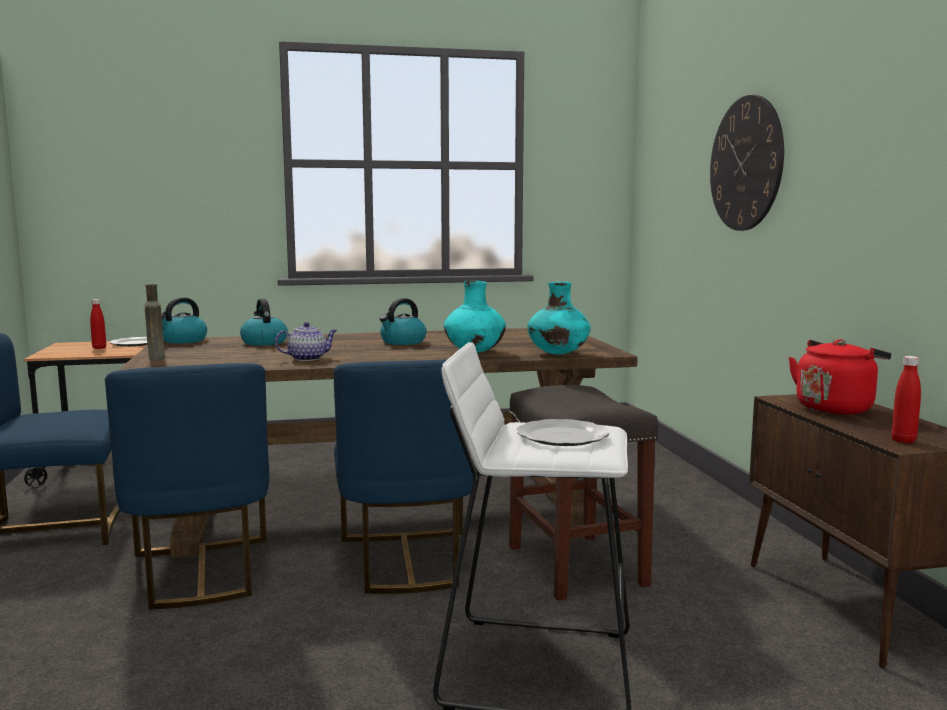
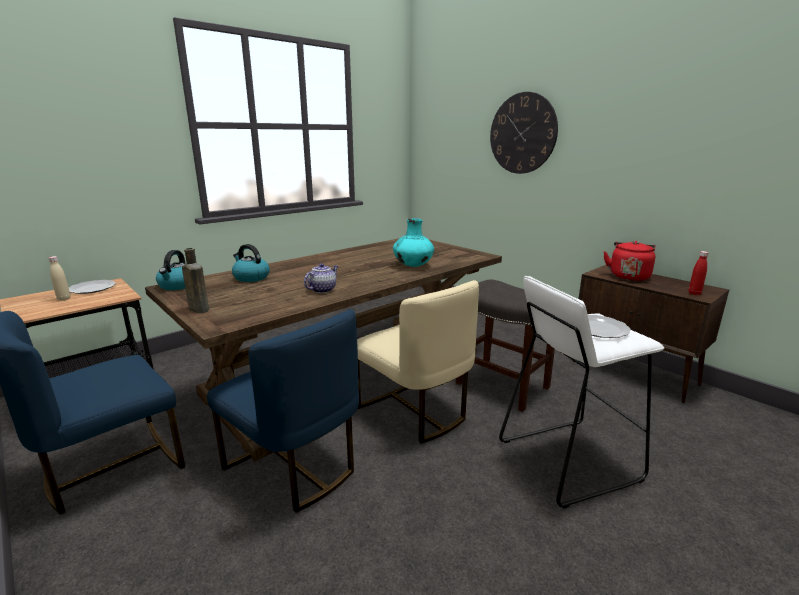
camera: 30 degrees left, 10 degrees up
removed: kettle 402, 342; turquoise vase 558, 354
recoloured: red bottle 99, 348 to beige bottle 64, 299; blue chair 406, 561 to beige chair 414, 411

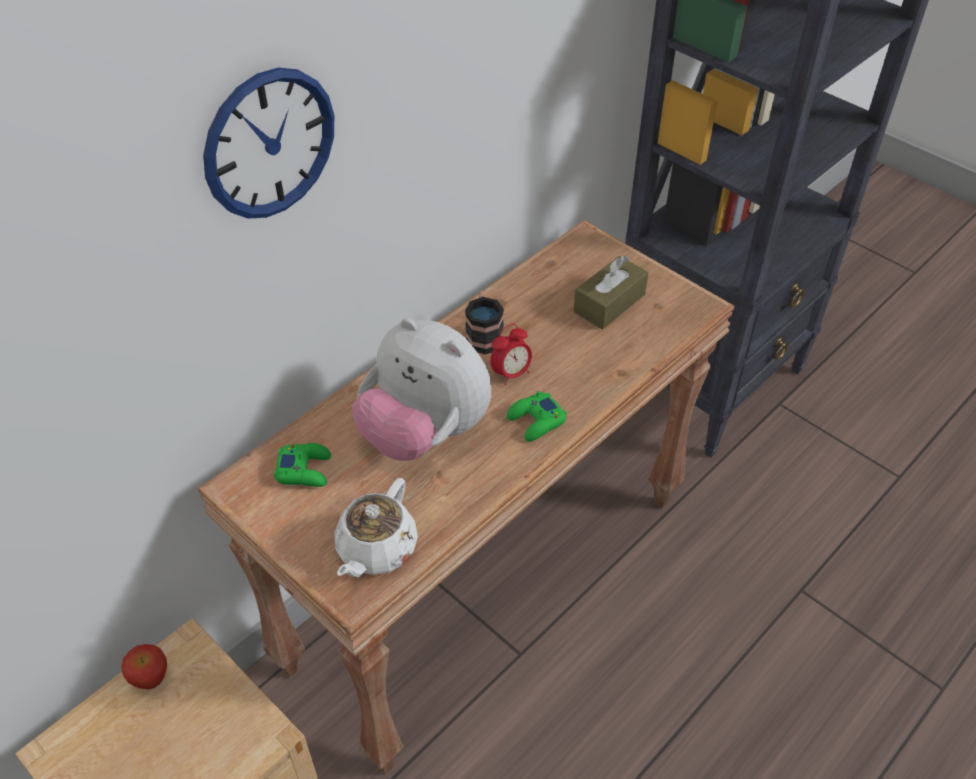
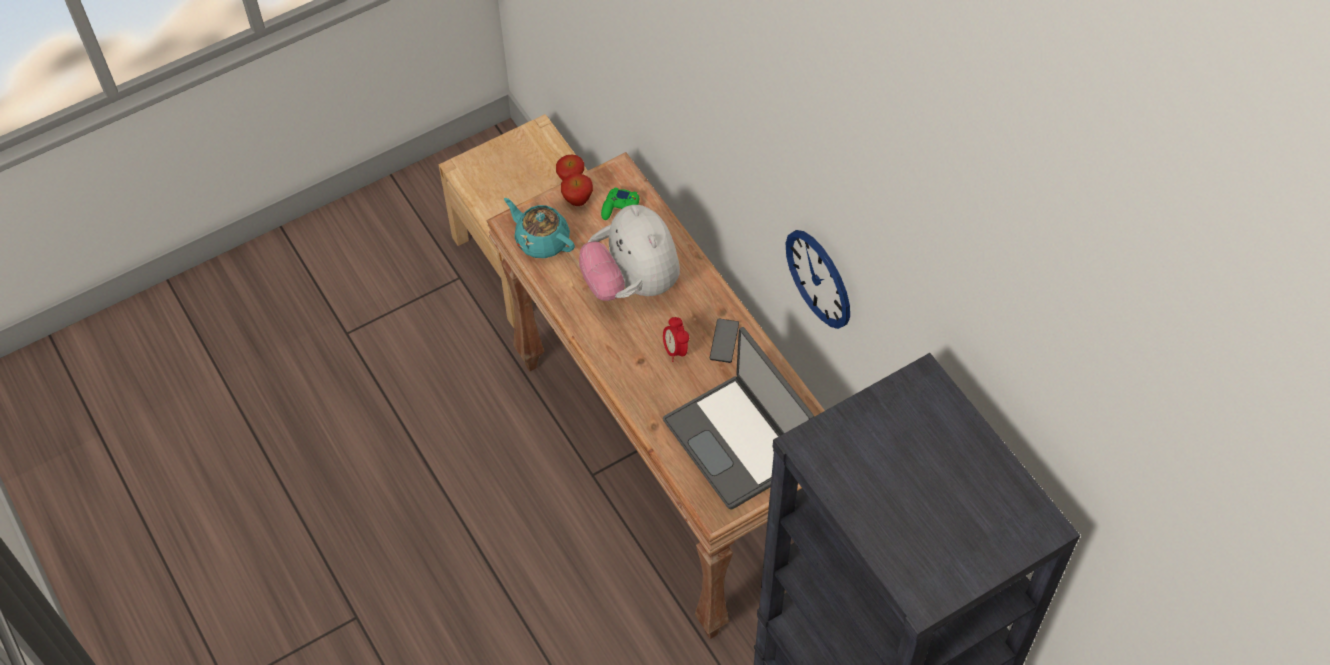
camera: 105 degrees right, 10 degrees up
removed: green game controller 536, 421
added: apple 578, 201
moved: wall clock 270, 144 to 819, 278
replaced: brown tissue box 609, 303 to laptop 737, 441; mug 483, 334 to phone 724, 341
recoloured: white teapot 376, 549 to turquoise teapot 541, 240
turned: plush toy 424, 433 = 632, 283 75 degrees counterclockwise

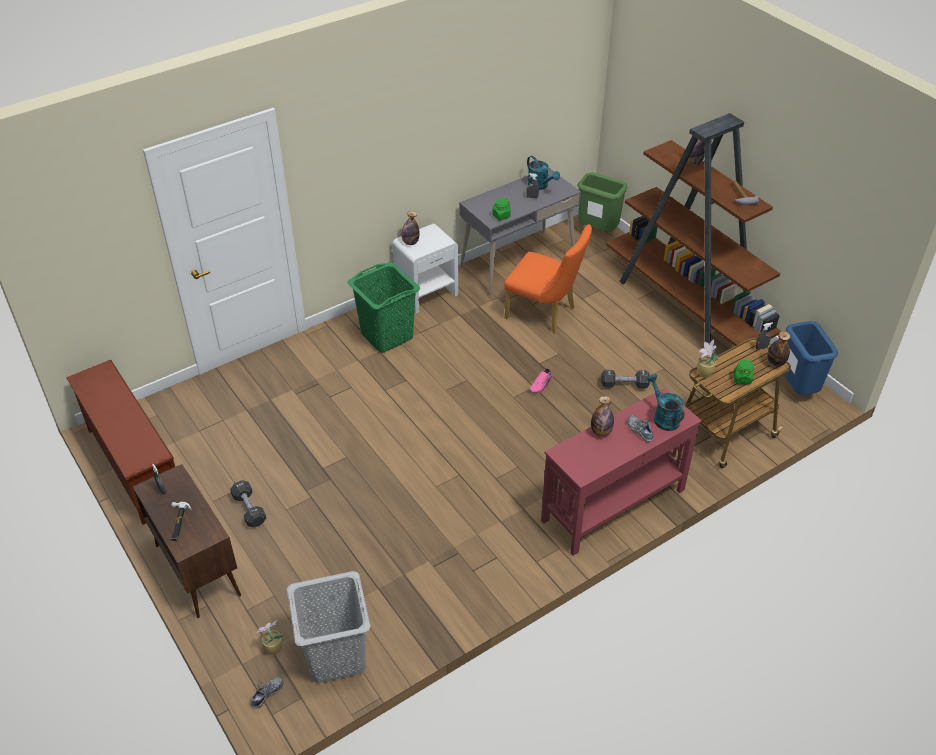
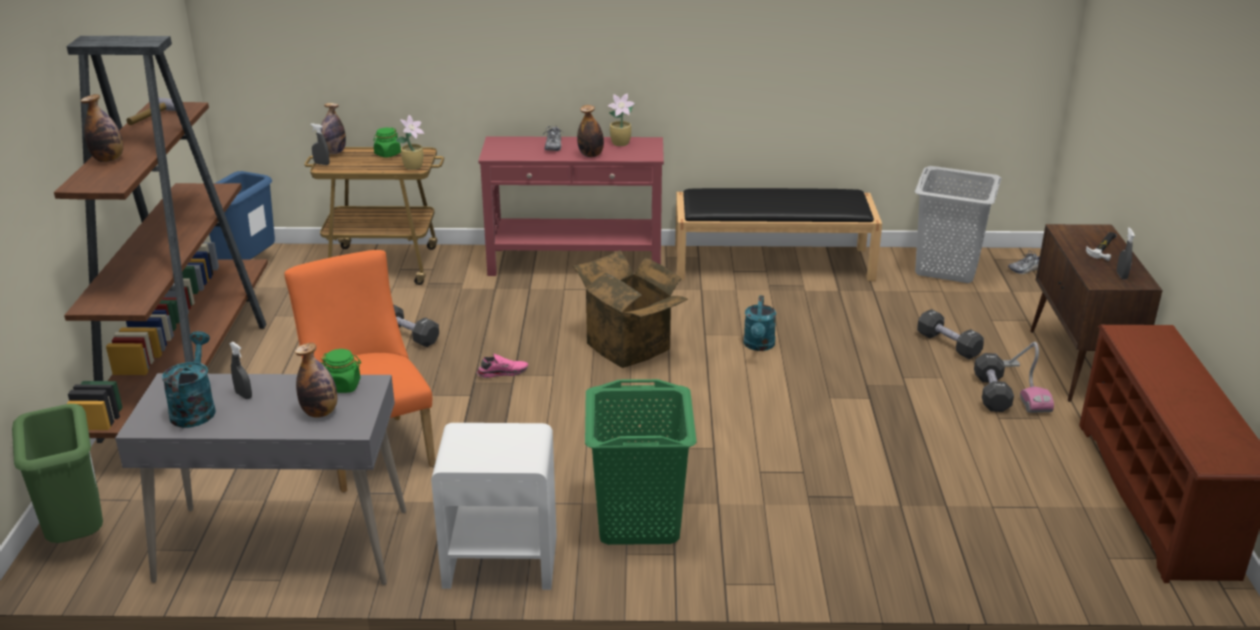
camera: 145 degrees left, 15 degrees down
added: cardboard box 632, 346; black bench 774, 263; black dumbbell 948, 345; vacuum cleaner 1023, 387
moved: bottle 410, 242 to 320, 412; potted plant 272, 648 to 621, 143; turquoise watering can 663, 417 to 759, 346

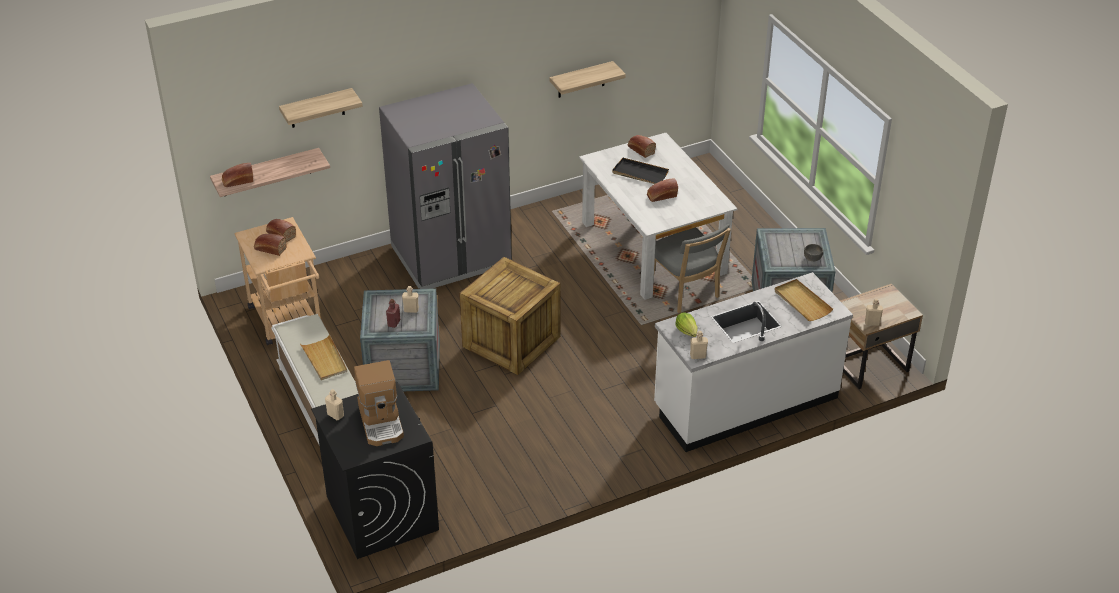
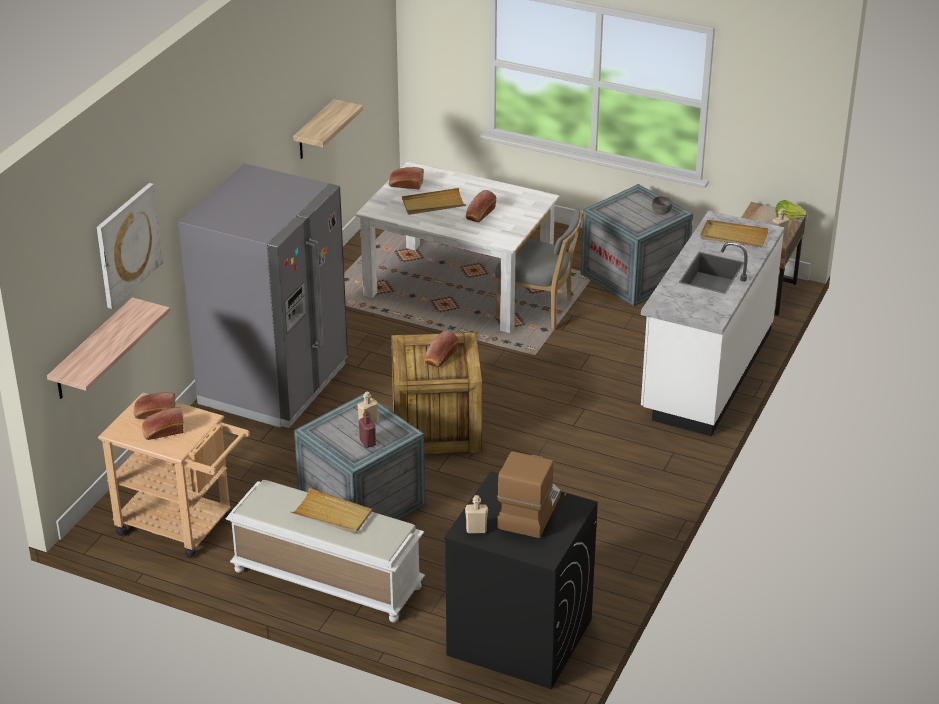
camera: 40 degrees left, 5 degrees down
removed: beige bottle 698, 356
moved: bread 237, 181 to 440, 357; lettuce 687, 331 to 789, 217
replaced: shelf 317, 108 to picture 127, 244
recoloured: black tray 639, 173 to beige tray 433, 204
turned: coffee machine 382, 422 = 528, 511 105 degrees counterclockwise

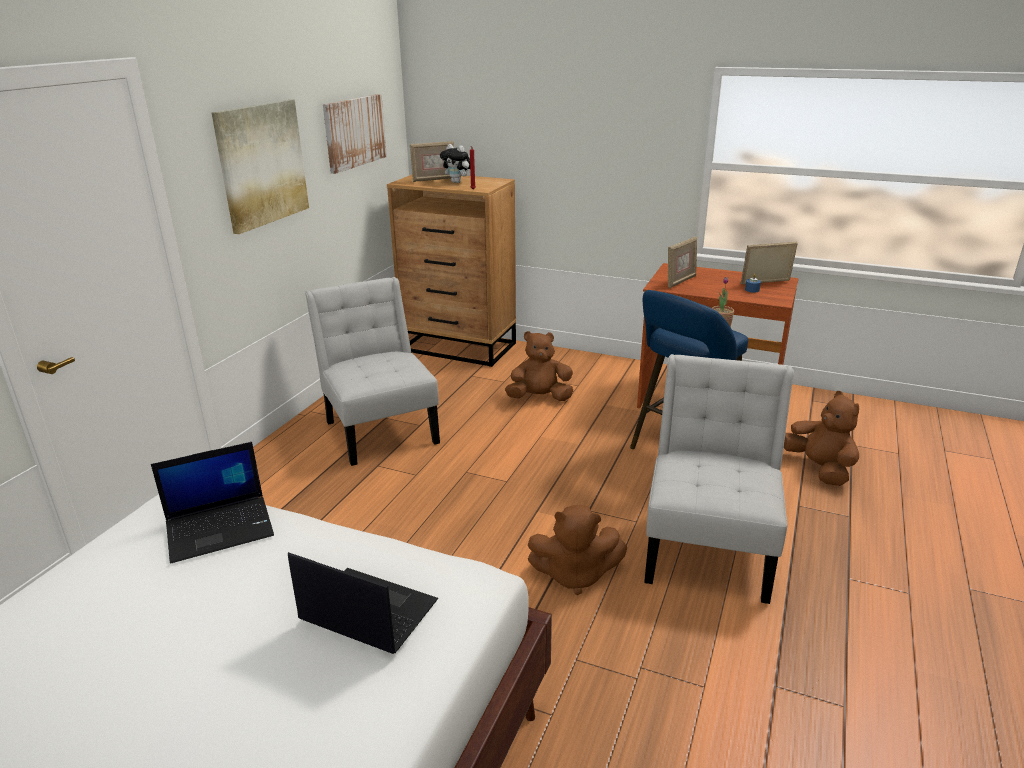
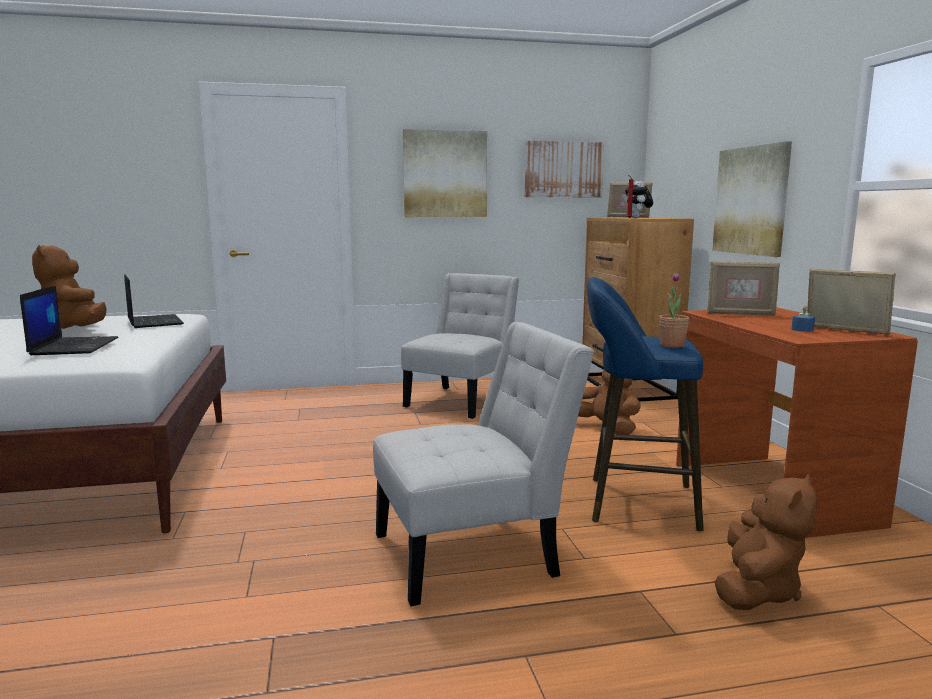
camera: 55 degrees right, 15 degrees down
added: picture 751, 200
moved: brown plush toy 574, 575 to 76, 330
turned: laptop 221, 528 = 154, 322 150 degrees counterclockwise

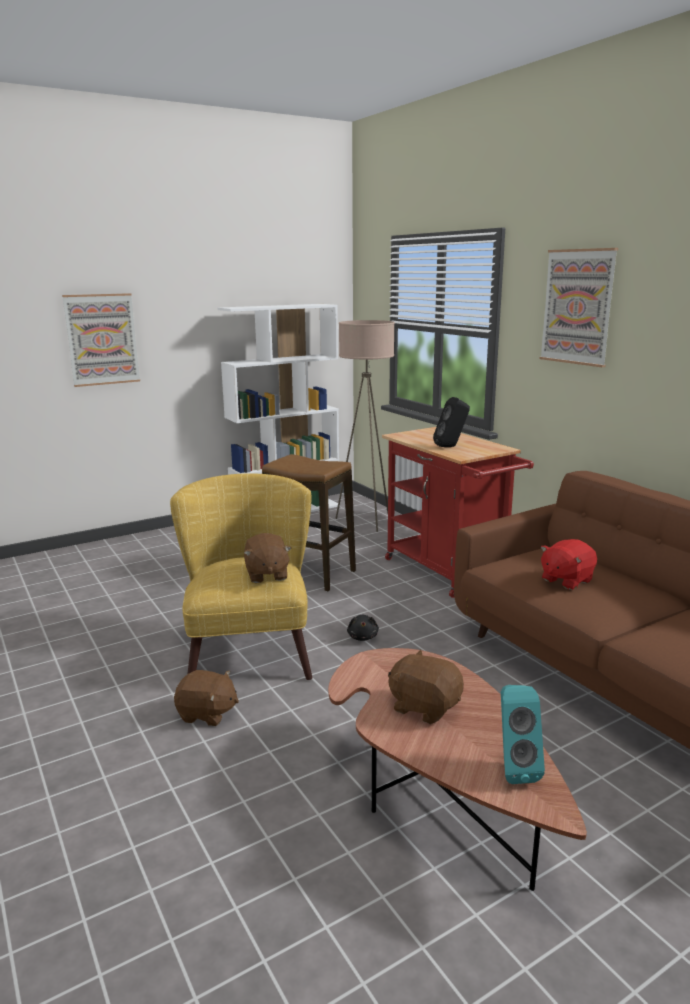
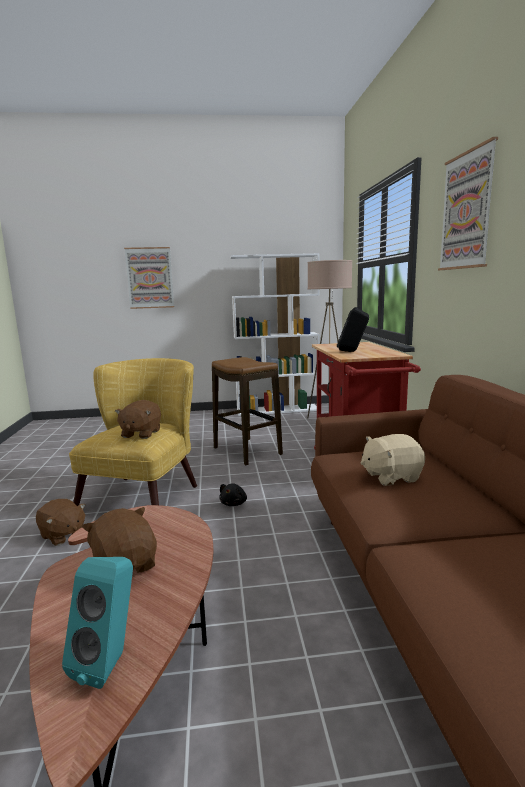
camera: 25 degrees right, 5 degrees down
recoloured: red plush toy 566, 580 to beige plush toy 391, 476

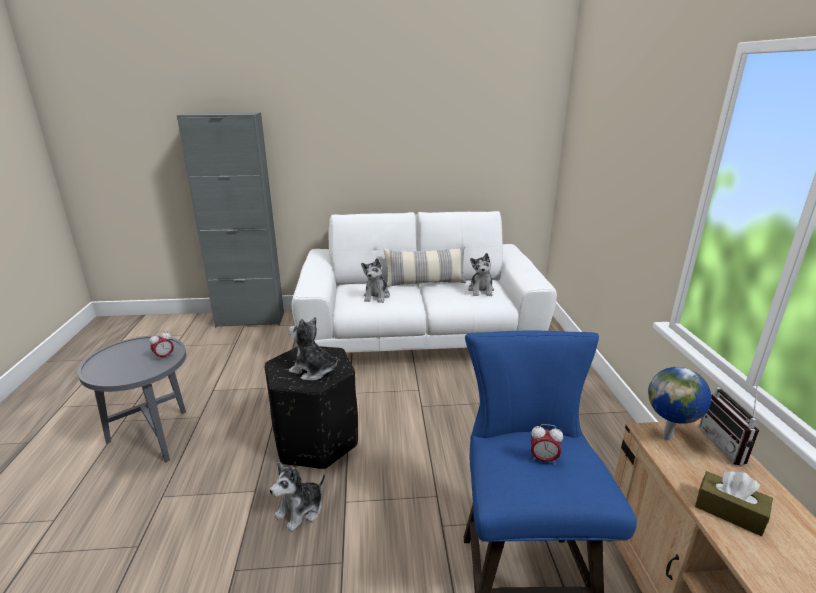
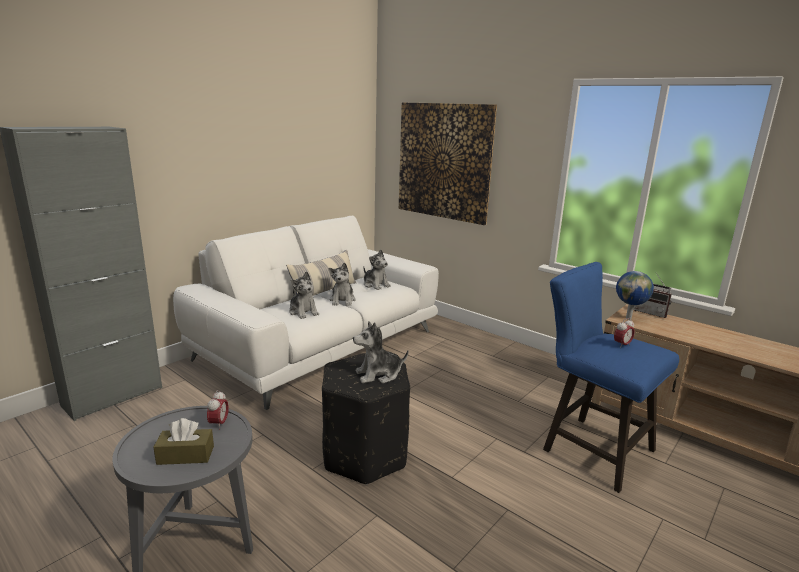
camera: 45 degrees left, 5 degrees down
added: picture 444, 161
moved: brown tissue box 729, 511 to 185, 455; plush toy 301, 510 to 342, 300

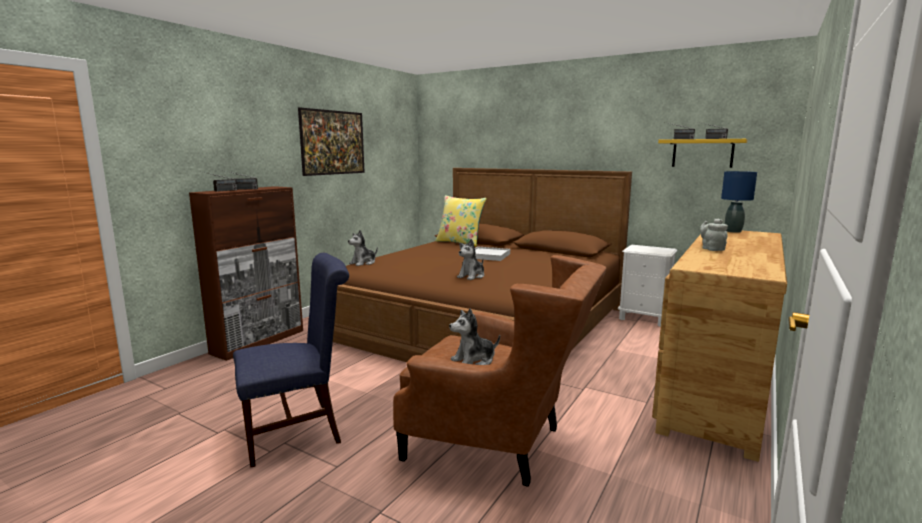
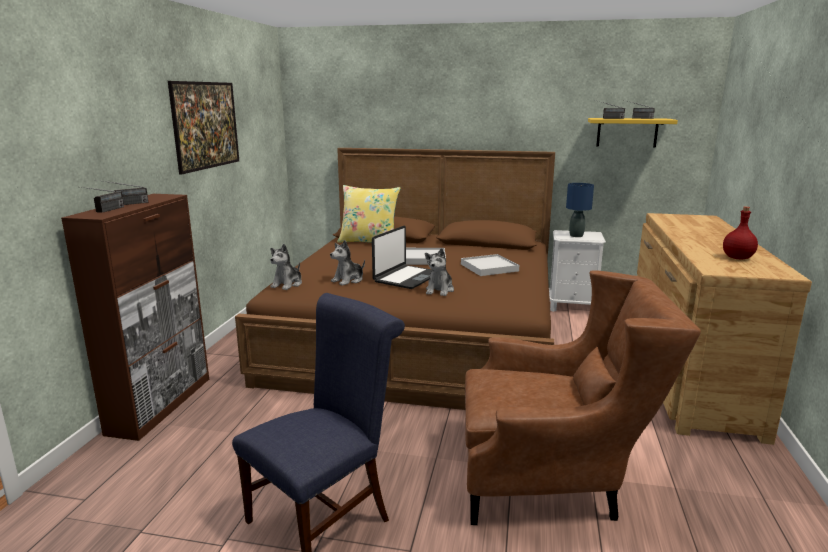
camera: 20 degrees left, 5 degrees up
removed: grey teapot 711, 249
added: laptop 406, 278; white tray 489, 267; red bottle 737, 258
moved: plush toy 474, 361 to 348, 280; blue table lamp 733, 231 to 576, 235

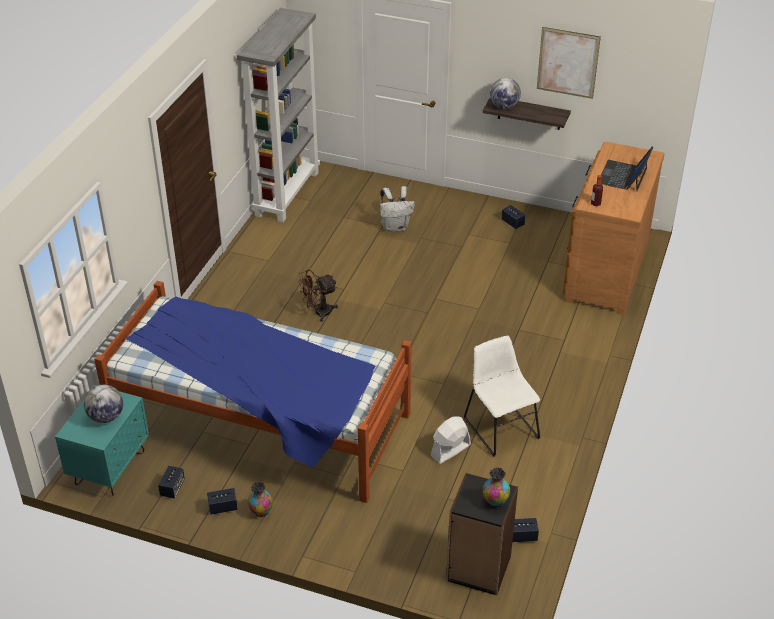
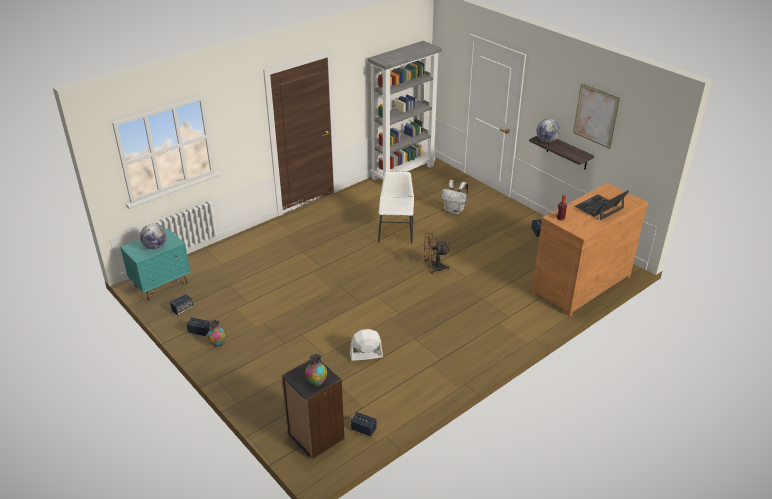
camera: 30 degrees right, 5 degrees down
removed: bed 260, 424
moved: white chair 499, 426 to 396, 231; brown fan 318, 313 to 433, 268

